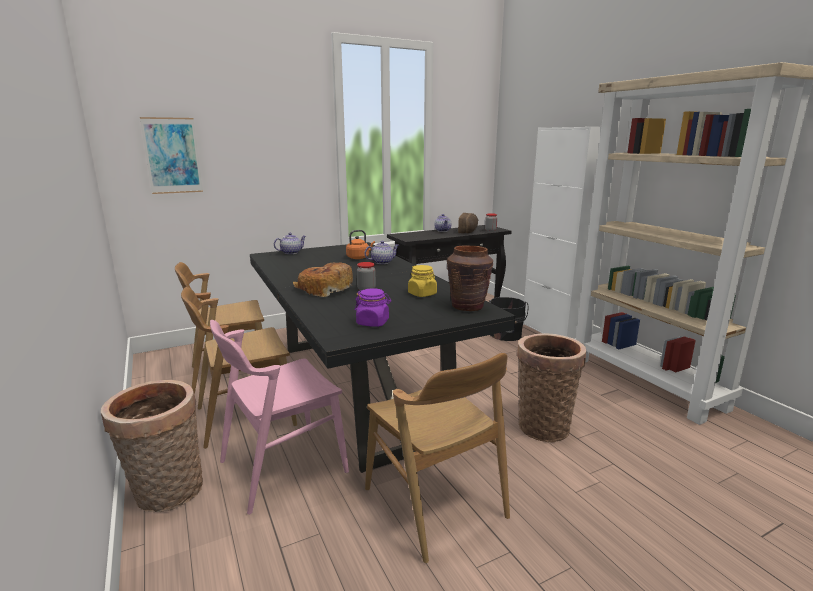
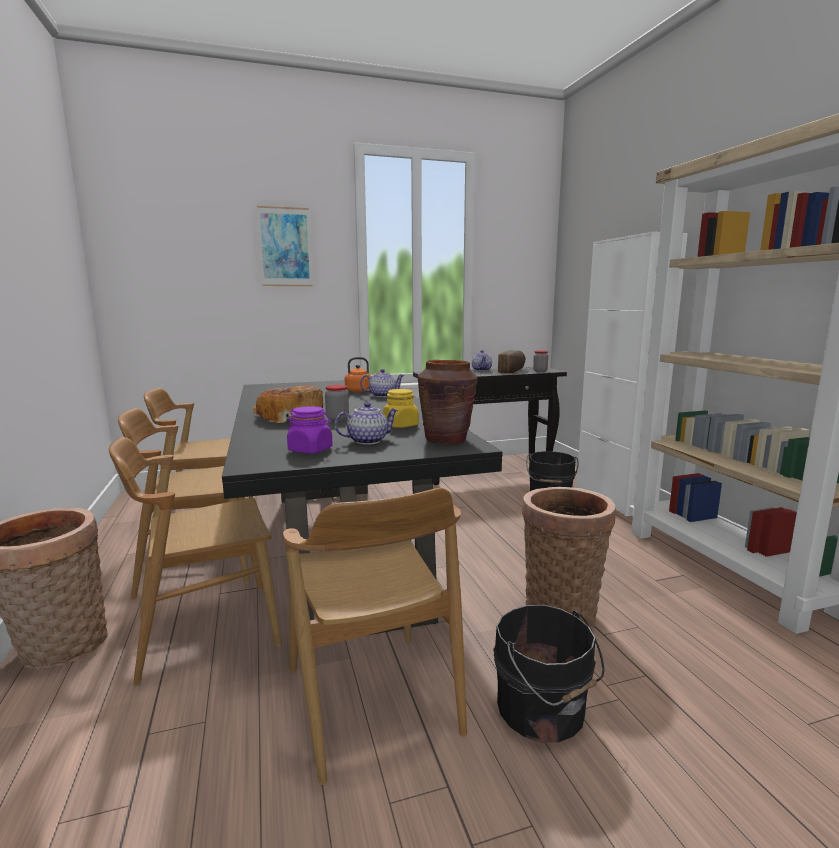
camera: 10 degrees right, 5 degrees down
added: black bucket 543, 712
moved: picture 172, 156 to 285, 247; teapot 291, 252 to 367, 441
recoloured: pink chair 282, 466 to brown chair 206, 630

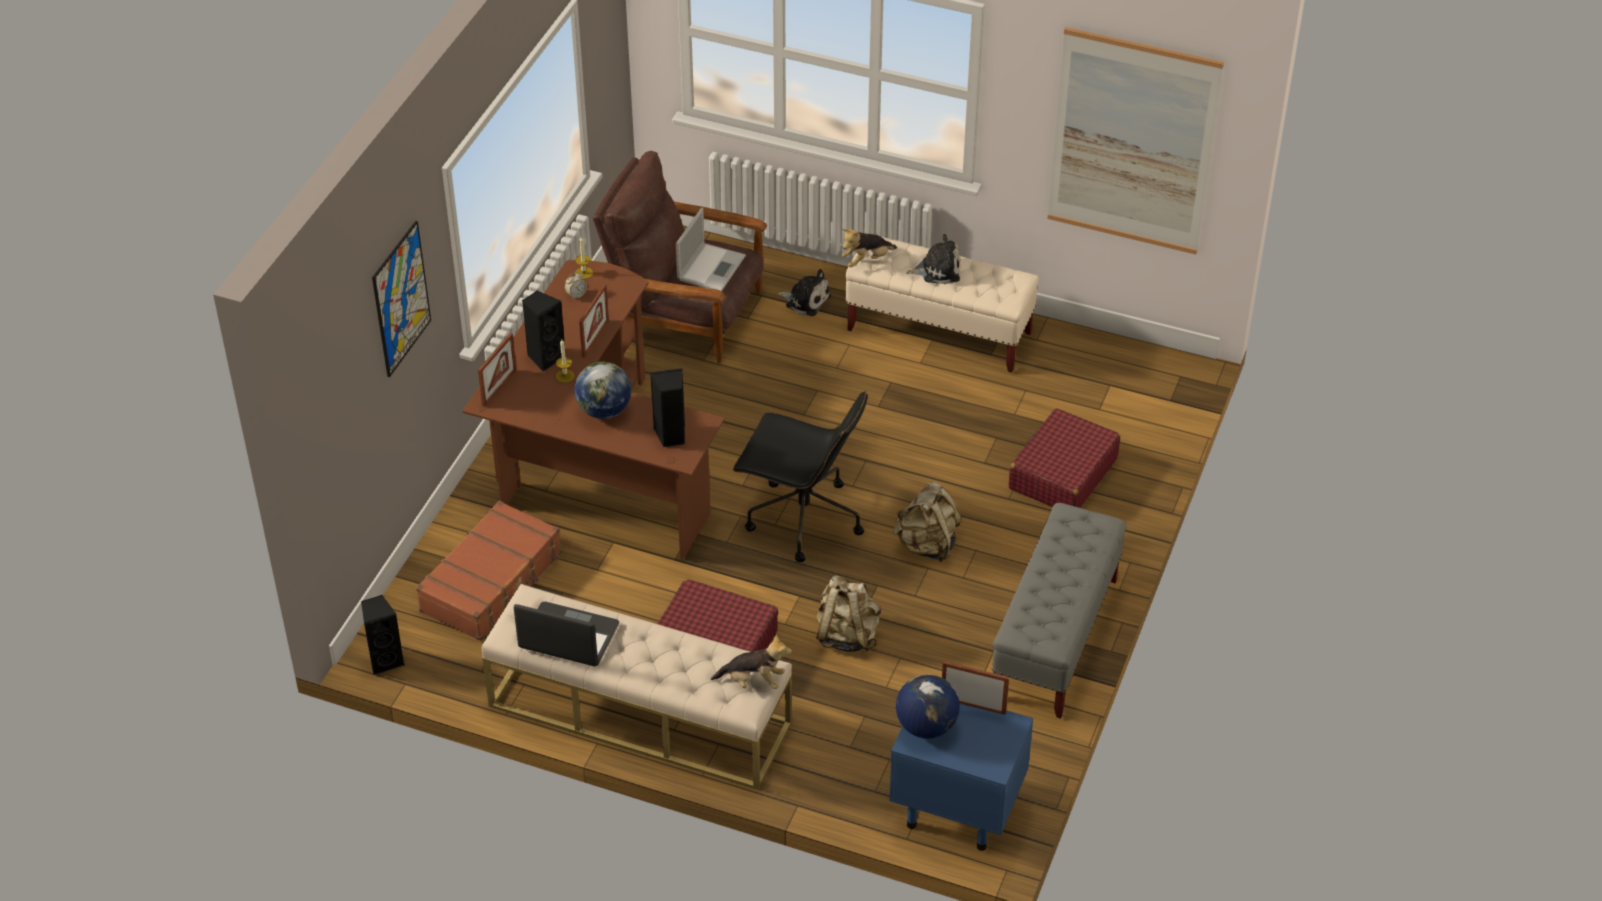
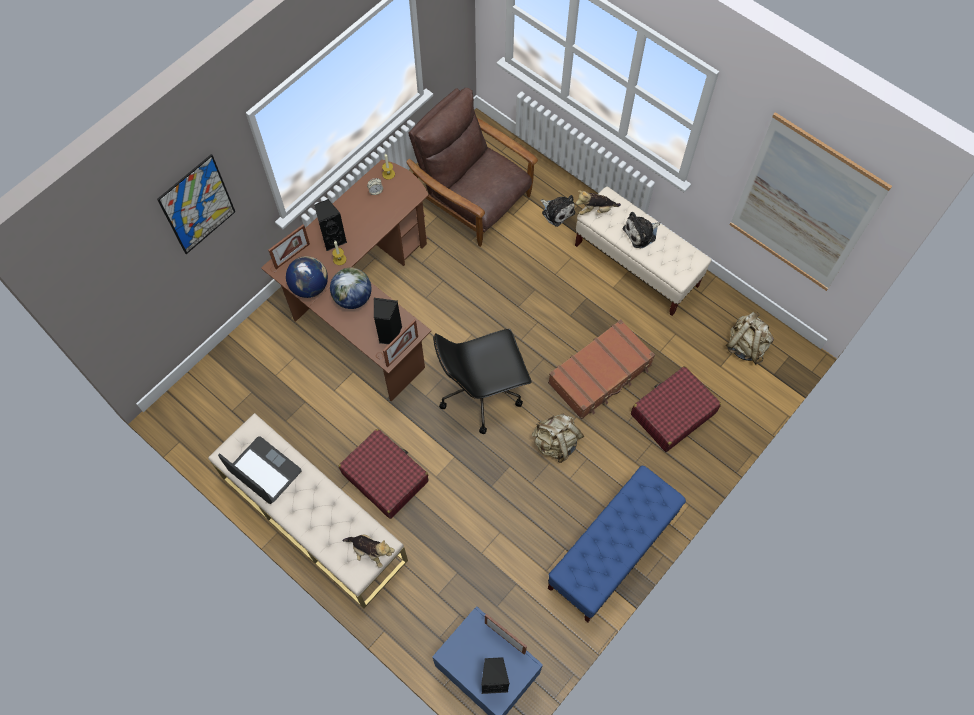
camera: 20 degrees right, 20 degrees up
removed: laptop 711, 267
moved: globe 926, 726 to 310, 286; picture frame 595, 338 to 402, 351; black speaker 385, 660 to 494, 680; brown suitcase 492, 582 to 600, 374; beige backpack 847, 635 to 745, 346
recoloured: grey bench 1055, 639 to blue bench 611, 553
turned: black office chair 802, 519 = 482, 393 120 degrees clockwise; plush toy 937, 270 = 641, 233 135 degrees clockwise

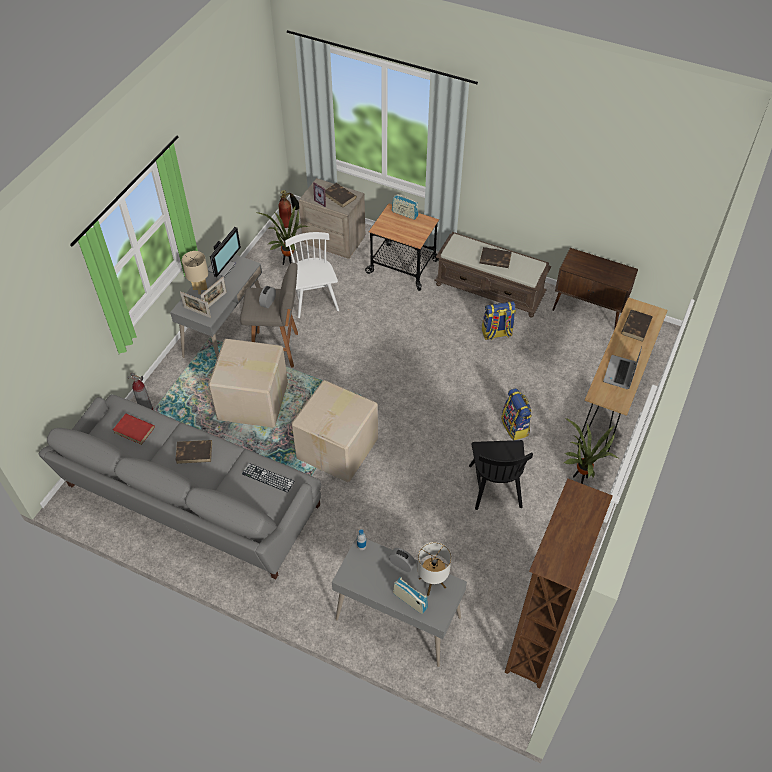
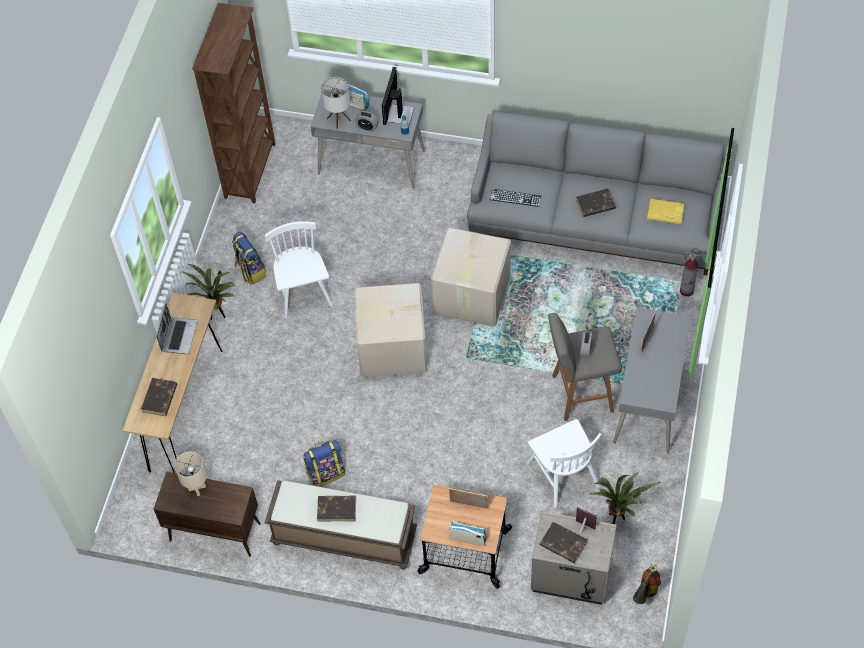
camera: 170 degrees right, 5 degrees up
moved: beige table lamp 200, 289 to 196, 488; backpack 515, 427 to 250, 271; cardboard box 253, 402 to 391, 346; monitor 222, 267 to 399, 115; picture frame 197, 312 to 468, 504
recoloured: black chair 495, 485 to white chair 303, 291; red book 134, 430 to yellow book 665, 213

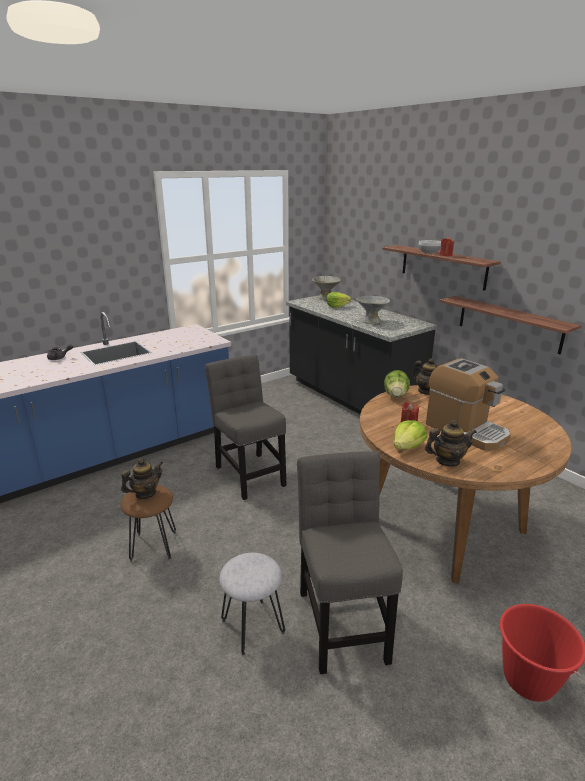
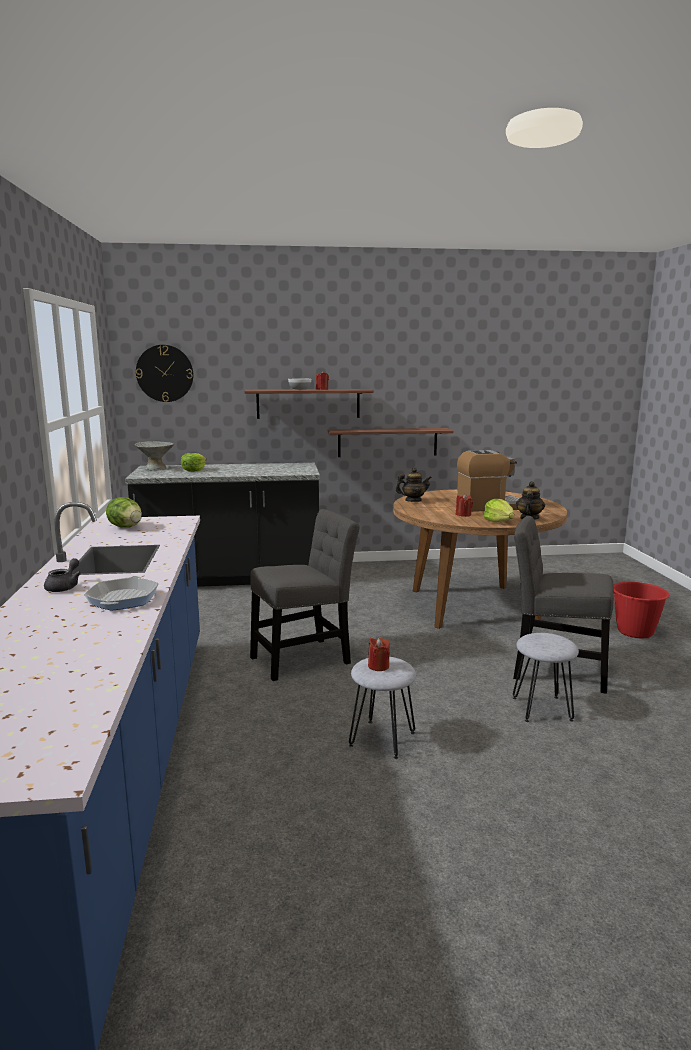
camera: 60 degrees left, 10 degrees down
removed: grey bowl 371, 321
added: frying pan 123, 599; wall clock 165, 373
moved: lettuce 395, 395 to 126, 527
replaced: teapot 145, 493 to red candle 378, 666
recoloured: brown stool 154, 546 to grey stool 382, 738
turned: grey chair 249, 473 = 305, 658 150 degrees clockwise

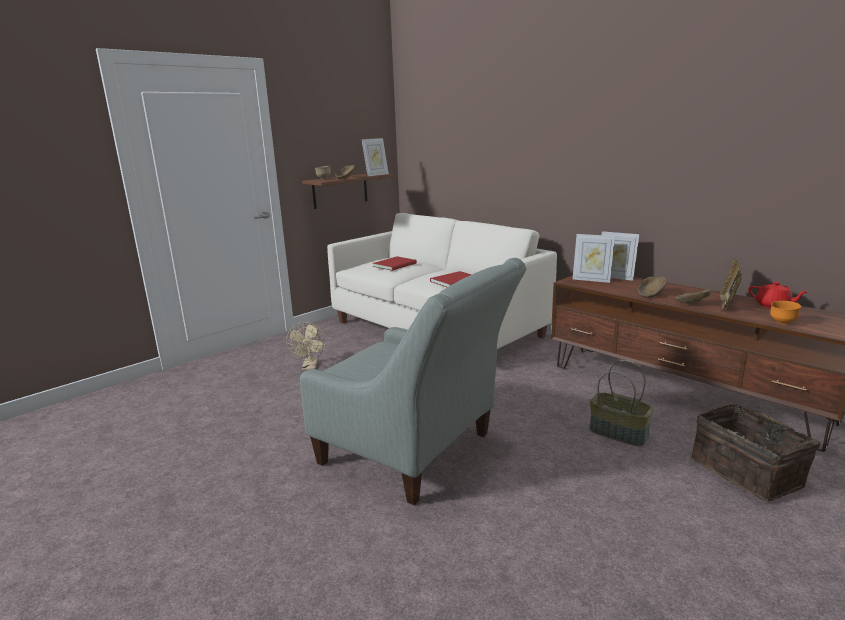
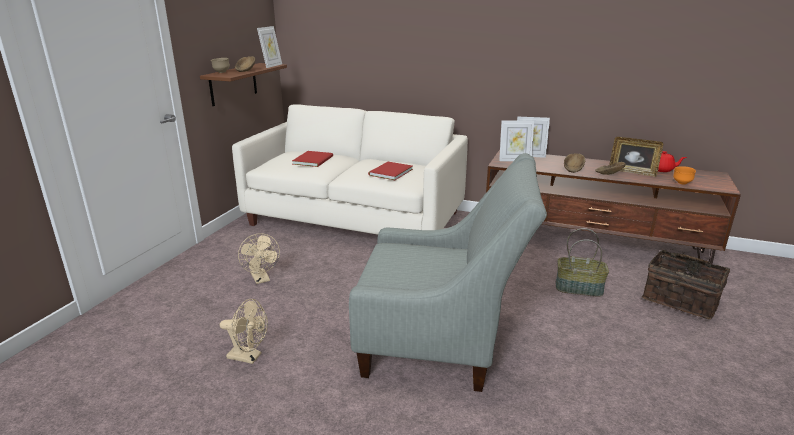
camera: 25 degrees left, 5 degrees up
added: beige fan 249, 357
turned: picture frame 727, 304 = 632, 172 60 degrees counterclockwise

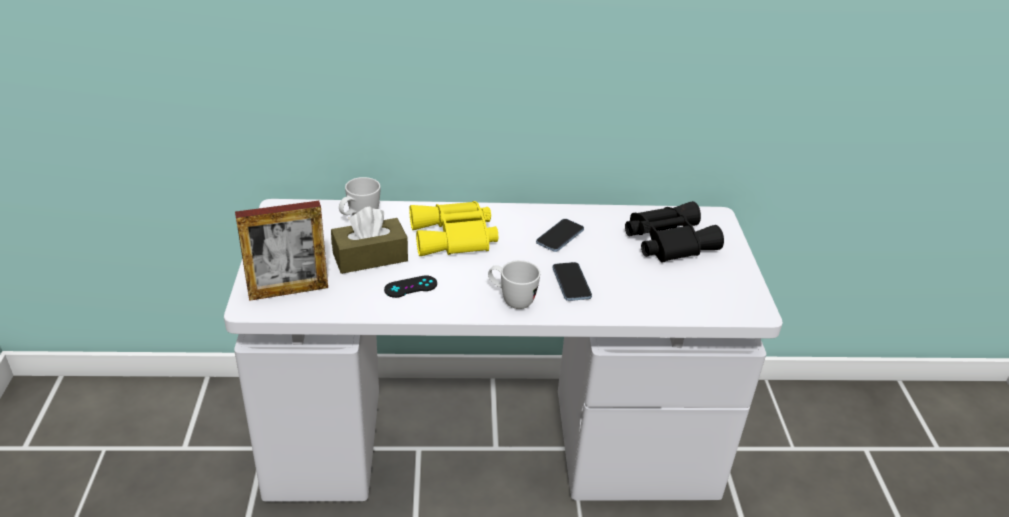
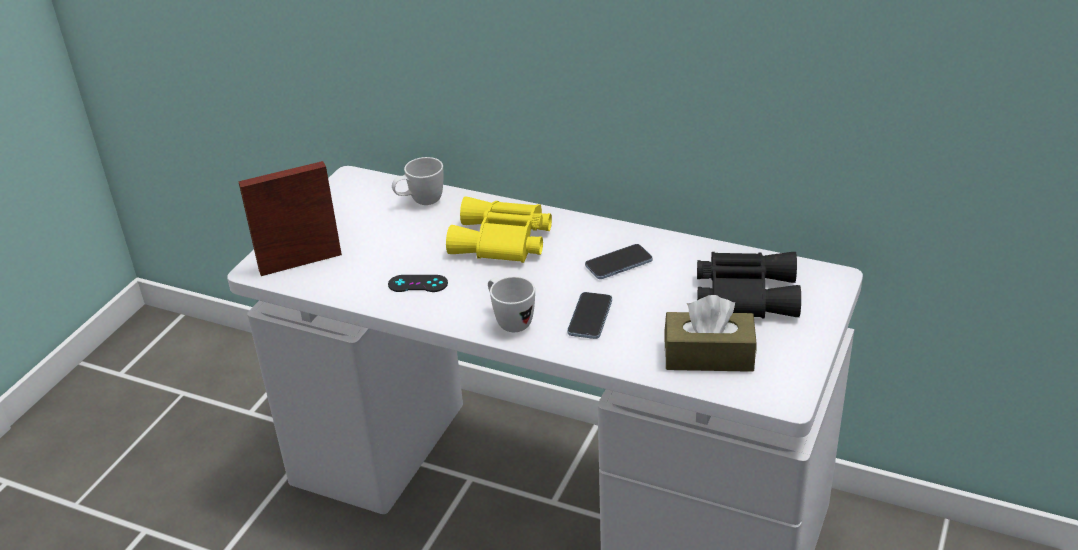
camera: 30 degrees right, 0 degrees up
moved: brown tissue box 370, 257 to 709, 356
turned: picture frame 288, 291 = 300, 262 150 degrees clockwise

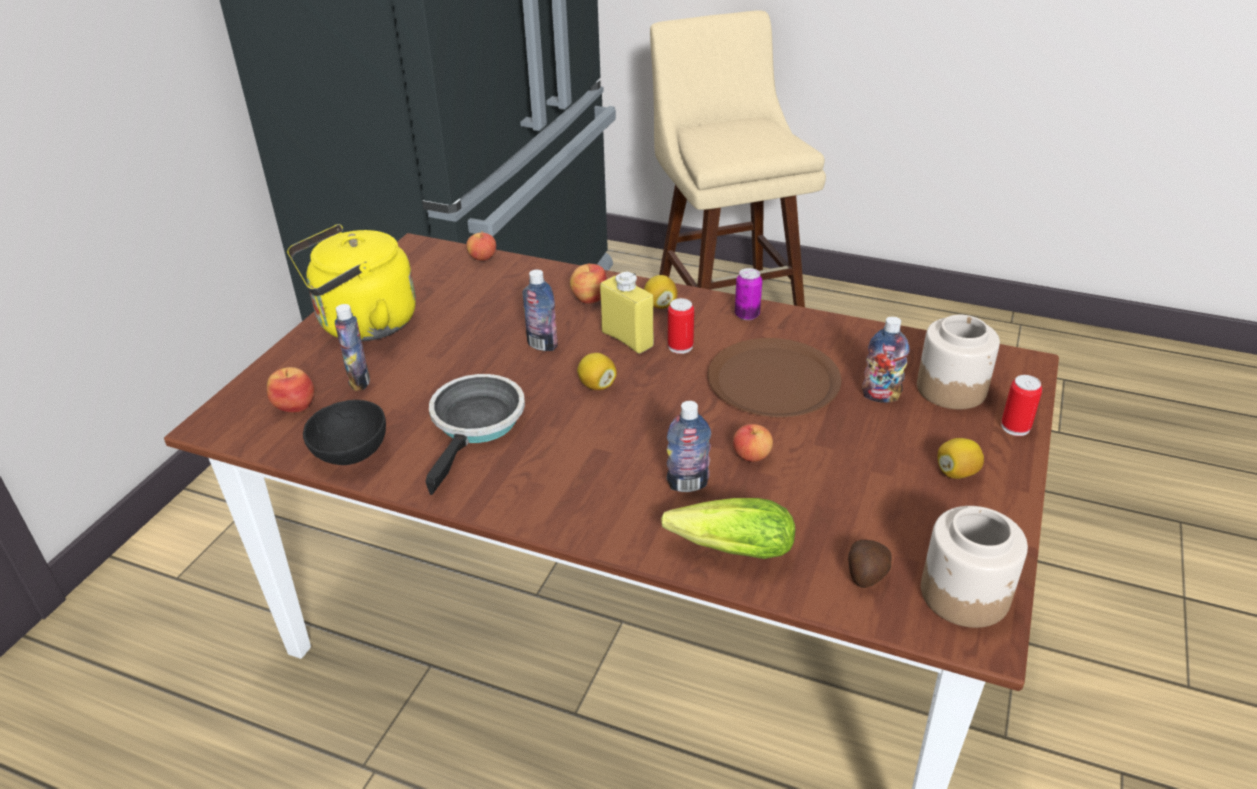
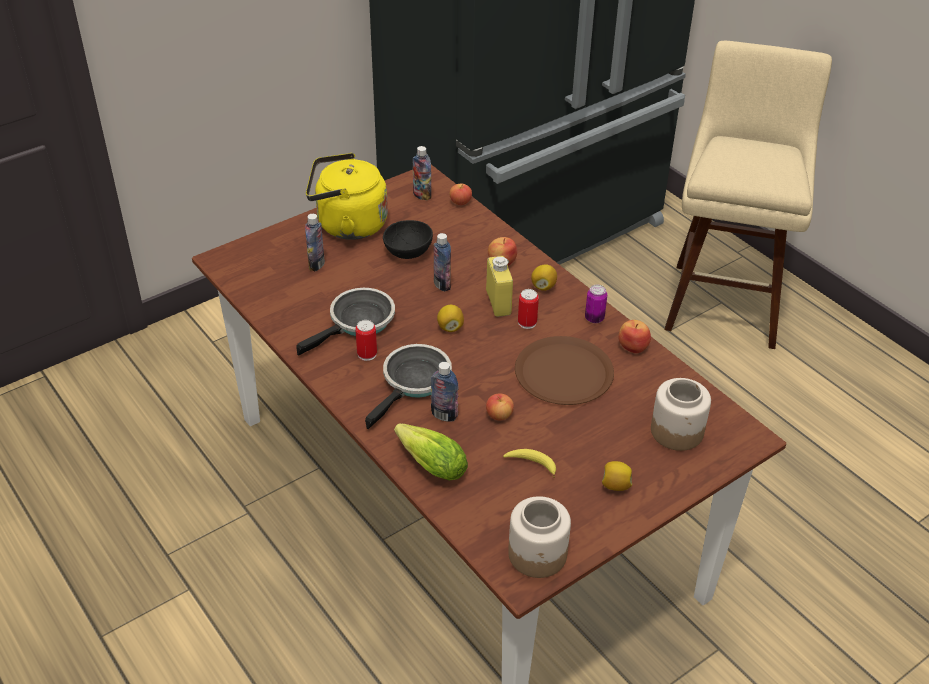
camera: 30 degrees right, 5 degrees up
removed: potato 865, 576
added: frying pan 414, 383; banana 531, 464
moved: can 1015, 427 to 367, 354; black bowl 349, 452 to 407, 251; bottle 880, 396 to 422, 195; apple 295, 405 to 633, 346

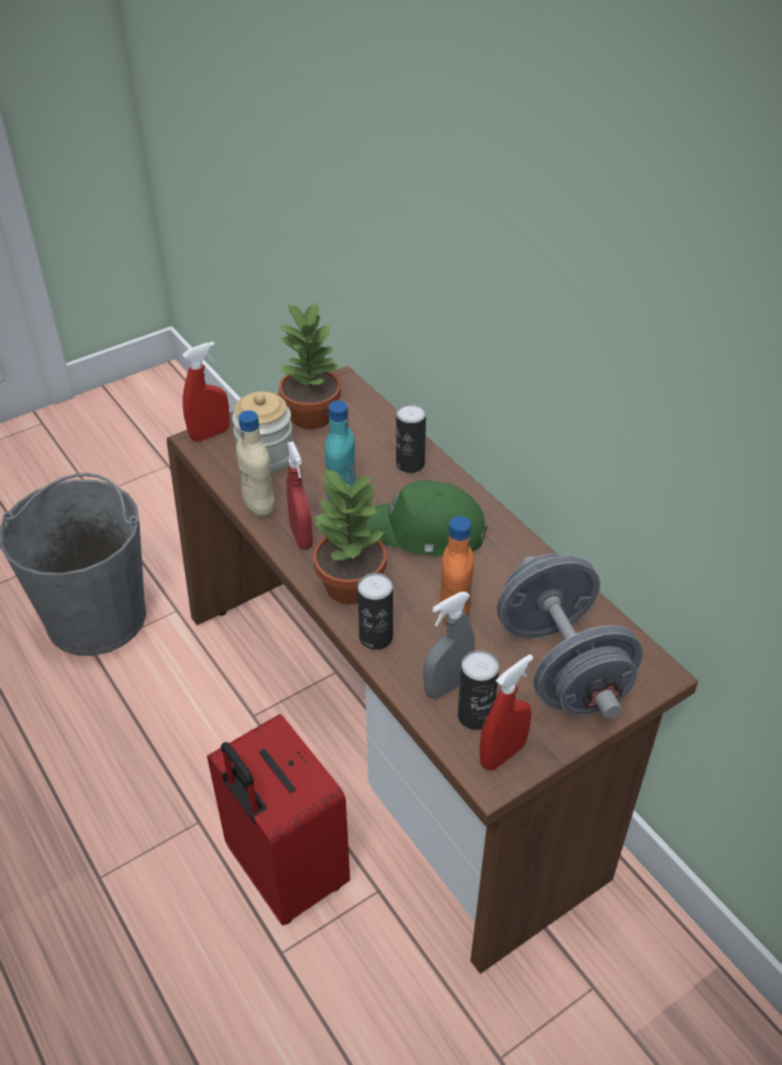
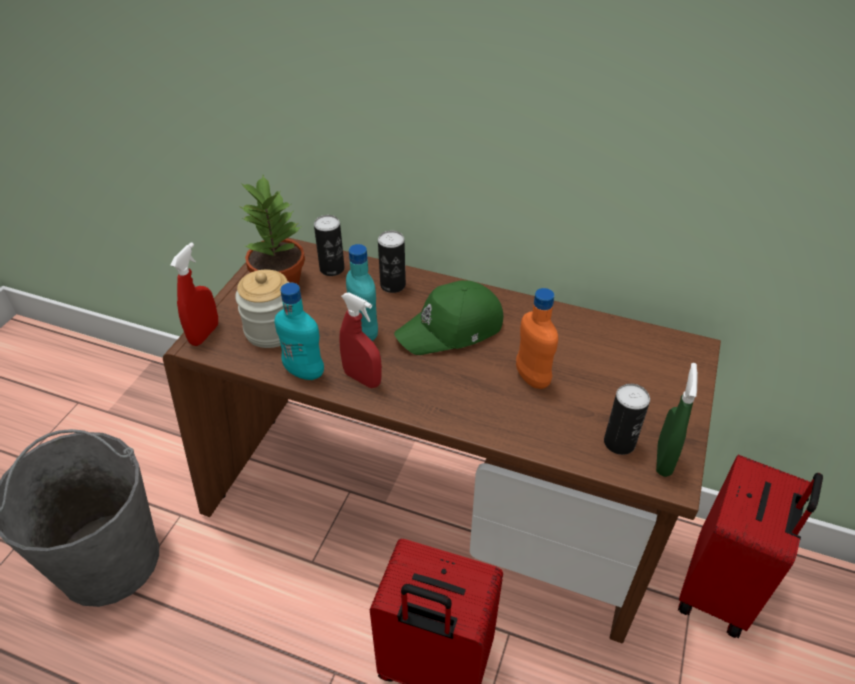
camera: 35 degrees left, 0 degrees up
removed: potted plant 349, 585; grey spray bottle 447, 686; grey dumbbell 561, 666
added: red suitcase 720, 589
moved: can 376, 637 to 332, 269
recoloured: beige bottle 259, 506 to turquoise bottle 304, 372; red spray bottle 502, 754 to green spray bottle 663, 459

